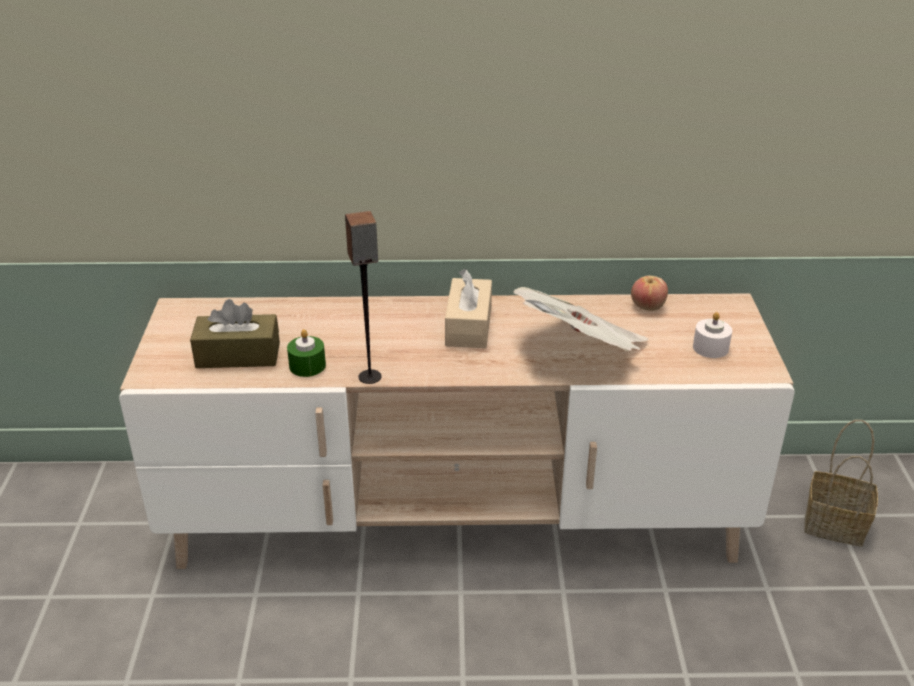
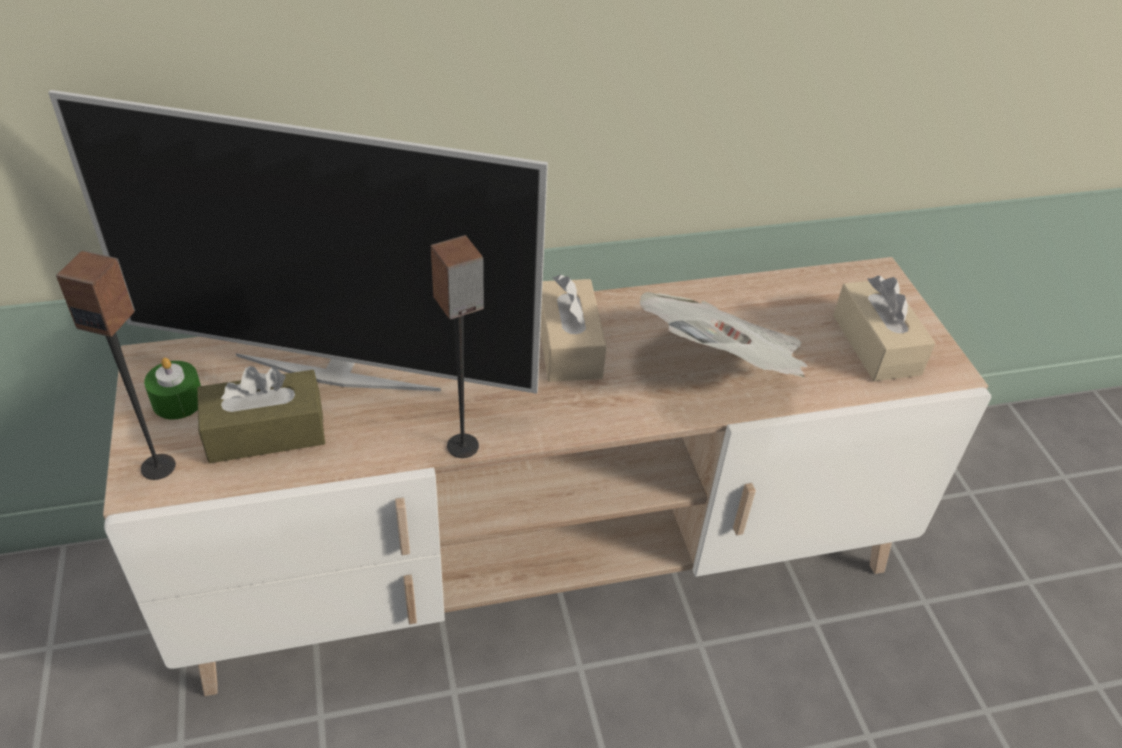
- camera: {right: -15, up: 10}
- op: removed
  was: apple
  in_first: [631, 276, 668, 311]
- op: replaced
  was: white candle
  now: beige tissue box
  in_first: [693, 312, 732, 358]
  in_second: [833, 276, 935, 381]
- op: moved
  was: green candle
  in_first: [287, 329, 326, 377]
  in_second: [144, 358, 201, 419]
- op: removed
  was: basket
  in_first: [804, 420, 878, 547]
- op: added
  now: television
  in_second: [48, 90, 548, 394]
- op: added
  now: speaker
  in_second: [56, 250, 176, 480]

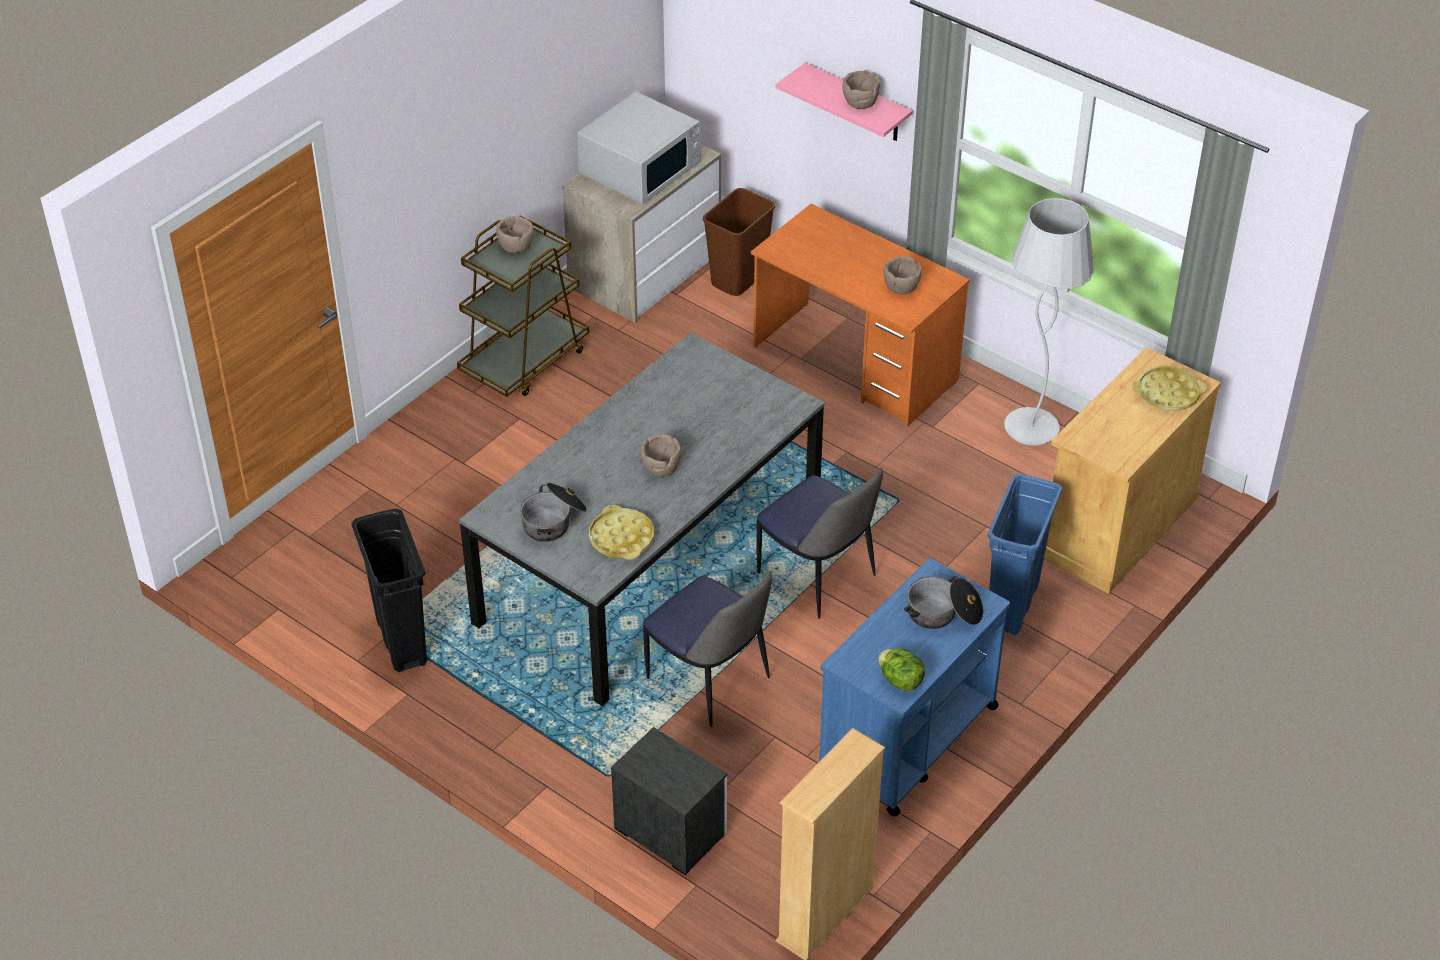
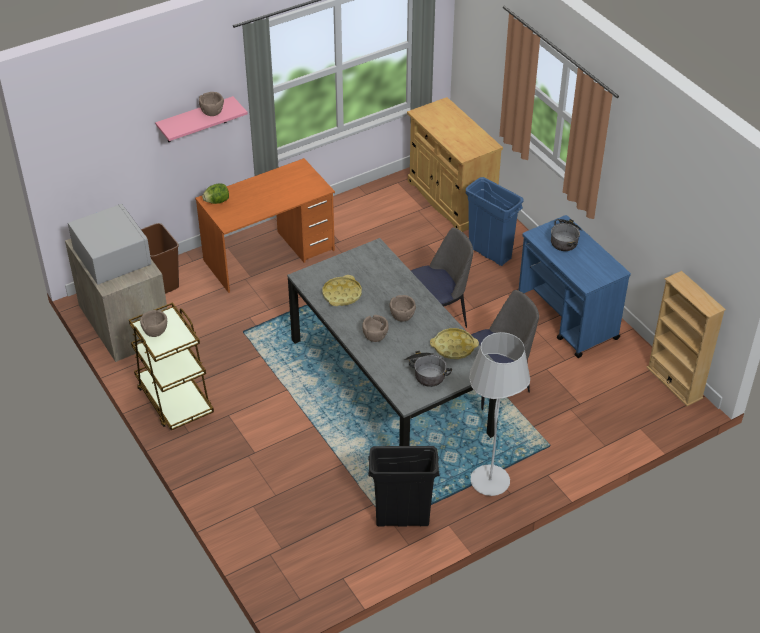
- camera: {right: -70, up: 0}
- op: moved
  was: white floor lamp
  in_first: [1004, 198, 1094, 446]
  in_second: [469, 332, 530, 496]
- op: moved
  was: brown bowl
  in_first: [883, 256, 922, 294]
  in_second: [362, 315, 389, 342]
- op: moved
  was: yellow tray
  in_first: [1133, 366, 1207, 411]
  in_second: [322, 275, 362, 306]
- op: moved
  was: lettuce
  in_first: [878, 648, 925, 692]
  in_second: [202, 183, 229, 204]
- op: removed
  was: nightstand
  in_first: [611, 727, 727, 875]

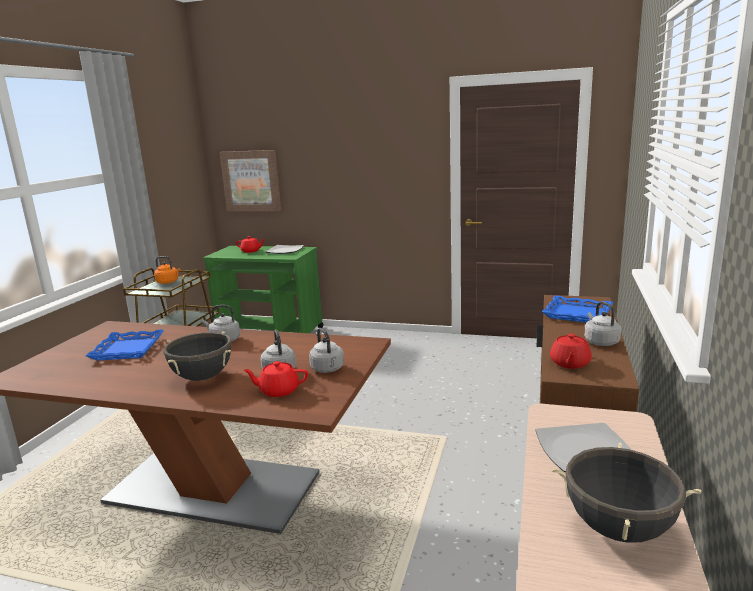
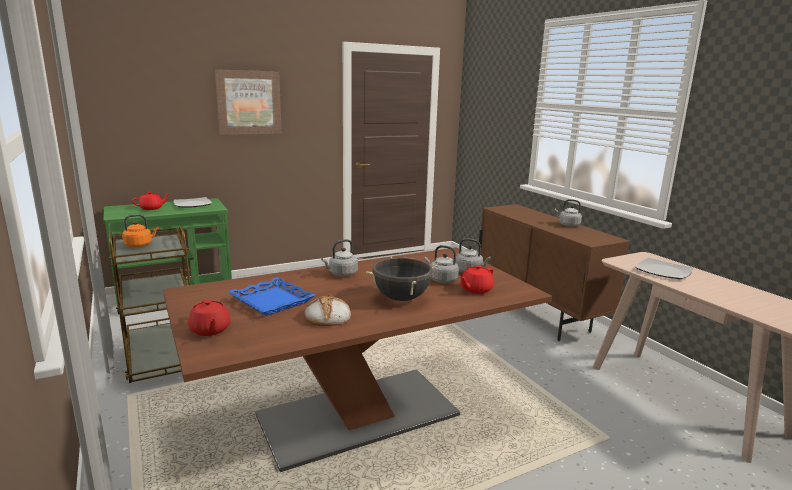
- camera: {right: -45, up: 0}
- op: moved
  was: picture
  in_first: [219, 150, 281, 211]
  in_second: [215, 69, 282, 135]
- op: removed
  was: blue tray
  in_first: [542, 295, 613, 323]
- op: moved
  was: red teapot
  in_first: [550, 334, 592, 369]
  in_second: [188, 300, 231, 336]
- op: removed
  was: black cooking pot
  in_first: [552, 443, 701, 543]
- op: added
  now: bread
  in_second: [304, 295, 351, 326]

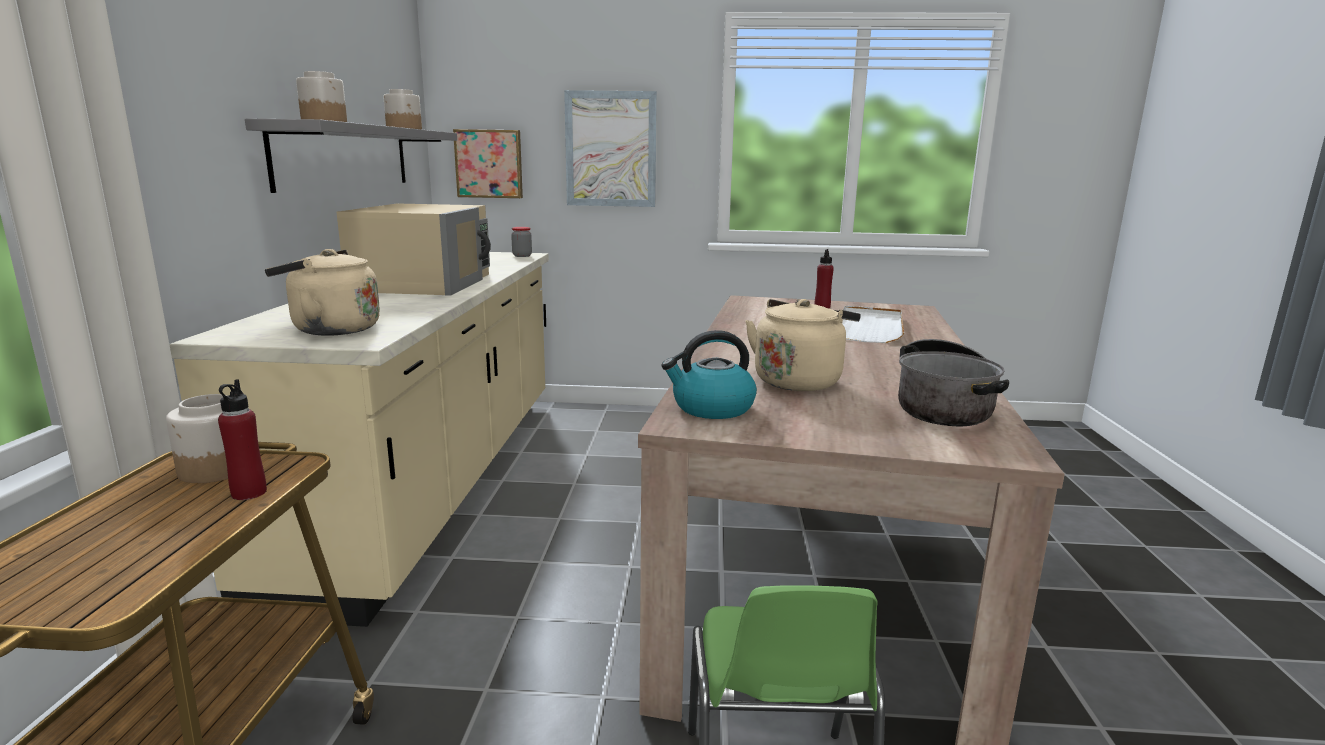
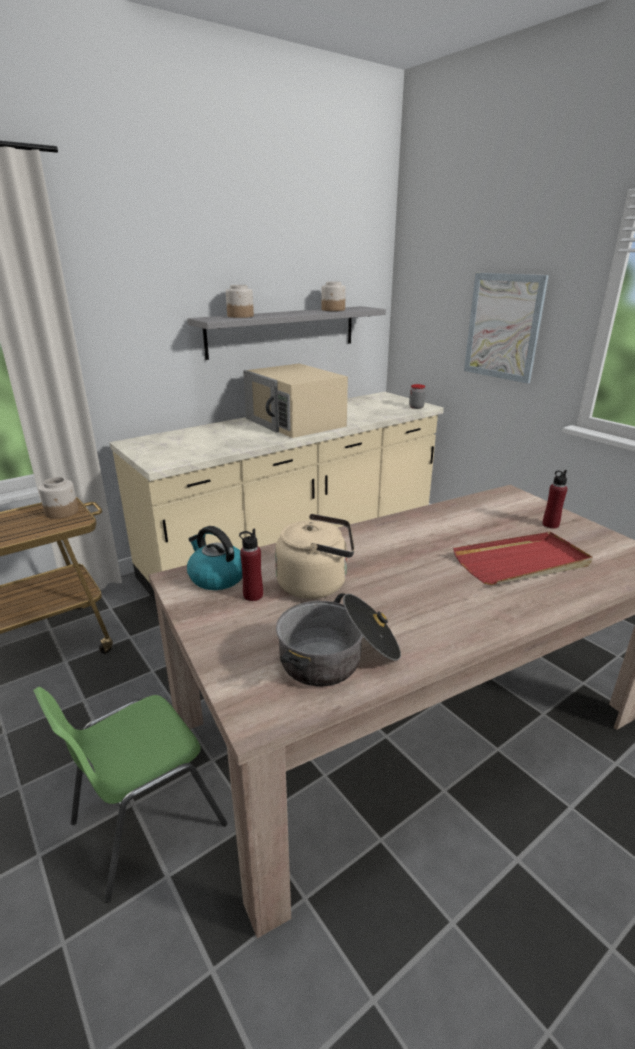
- camera: {right: 50, up: 10}
- op: removed
  was: picture
  in_first: [453, 129, 523, 198]
- op: turned
  was: beige microwave
  in_first: [336, 203, 491, 296]
  in_second: [243, 363, 348, 438]
  clockwise: 90
- op: removed
  was: beige kettle
  in_first: [265, 249, 380, 336]
- op: recoloured
  was: white tray
  now: red tray
  in_first: [842, 306, 904, 343]
  in_second: [453, 532, 593, 585]
- op: moved
  was: red bottle
  in_first: [218, 380, 267, 500]
  in_second: [239, 529, 263, 601]

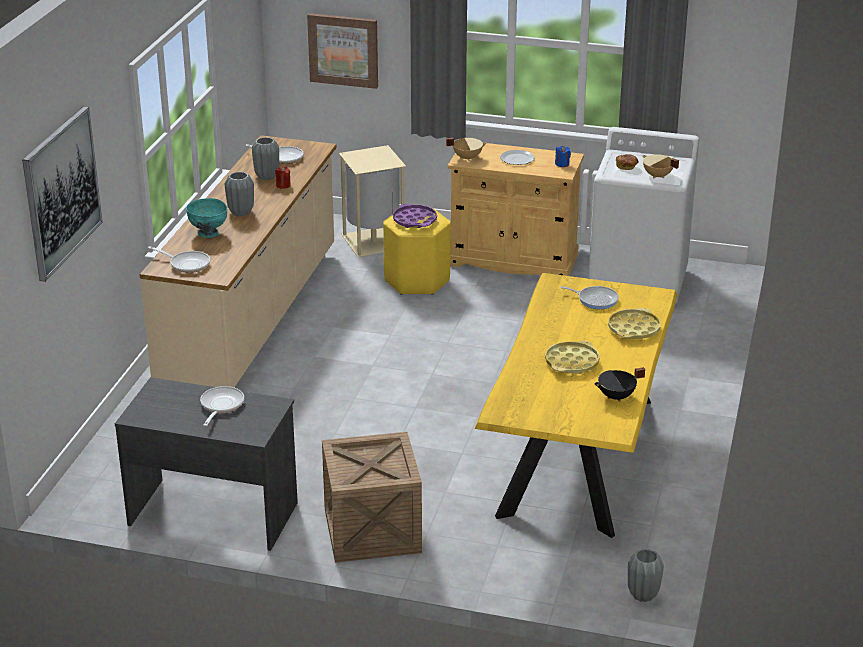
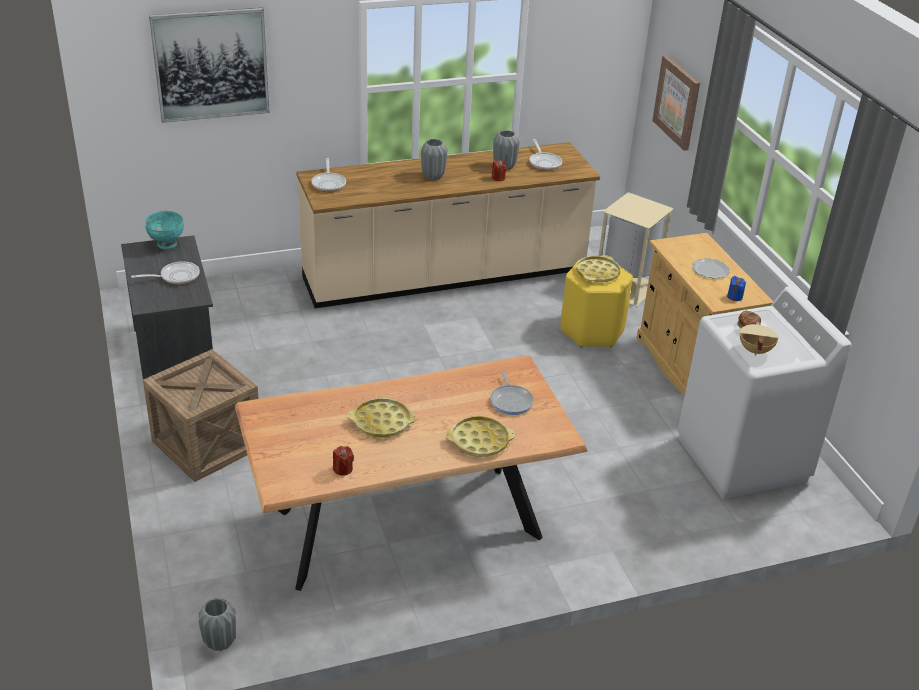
- camera: {right: 55, up: 5}
- op: removed
  was: beige cooking pot
  in_first: [446, 138, 487, 161]
- op: moved
  was: turquoise bowl
  in_first: [186, 198, 227, 238]
  in_second: [145, 211, 184, 249]
- op: recoloured
  was: purple tray
  now: yellow tray
  in_first: [393, 204, 437, 228]
  in_second: [576, 255, 621, 282]
- op: recoloured
  was: yellow dining table
  now: brown dining table
  in_first: [475, 273, 678, 538]
  in_second: [235, 355, 588, 591]
- op: replaced
  was: black cooking pot
  now: red candle
  in_first: [594, 367, 645, 402]
  in_second: [333, 446, 354, 476]

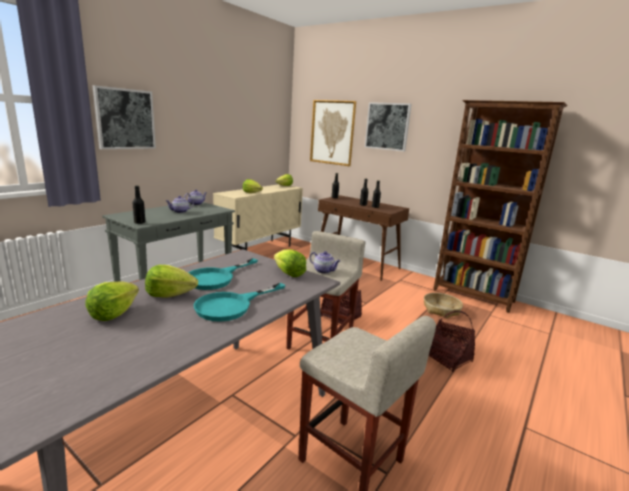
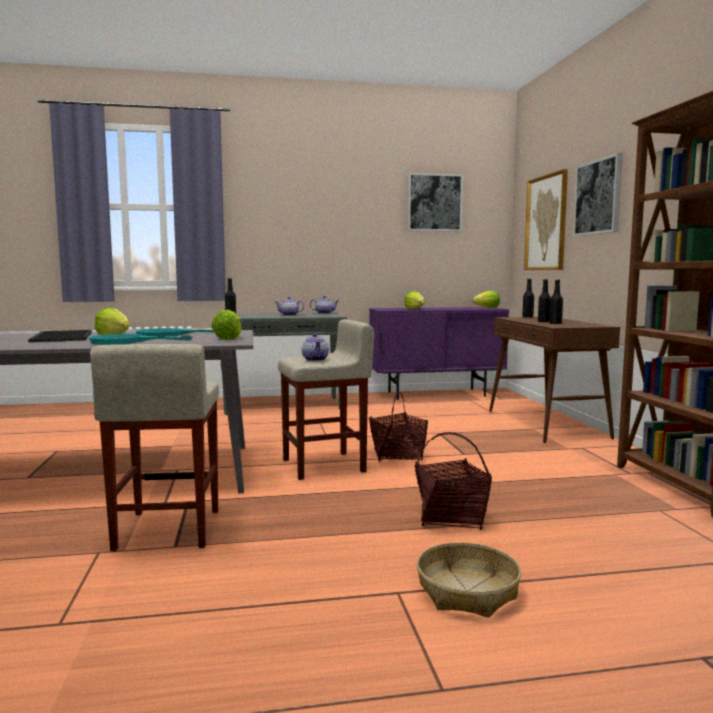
- camera: {right: 45, up: -10}
- op: moved
  was: picture
  in_first: [92, 85, 156, 149]
  in_second: [407, 173, 463, 231]
- op: recoloured
  was: beige cabinet
  now: purple cabinet
  in_first: [213, 184, 303, 250]
  in_second: [369, 307, 509, 400]
- op: replaced
  was: lettuce
  now: tray
  in_first: [85, 281, 139, 321]
  in_second: [28, 330, 92, 342]
- op: moved
  was: basket
  in_first: [424, 293, 463, 318]
  in_second: [417, 542, 521, 618]

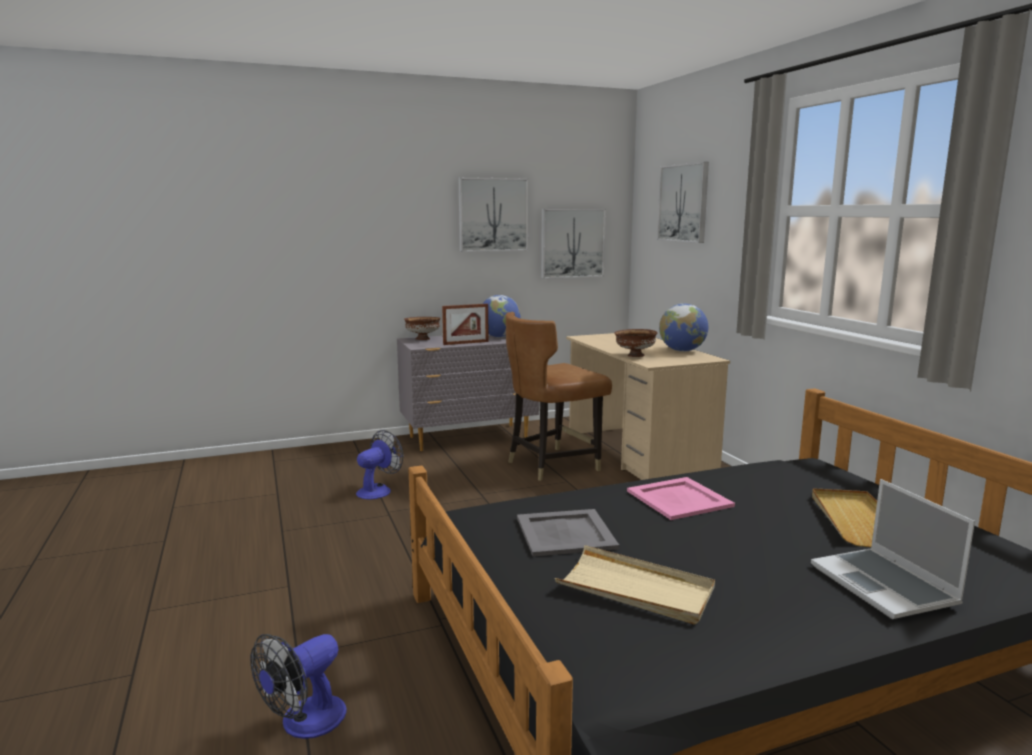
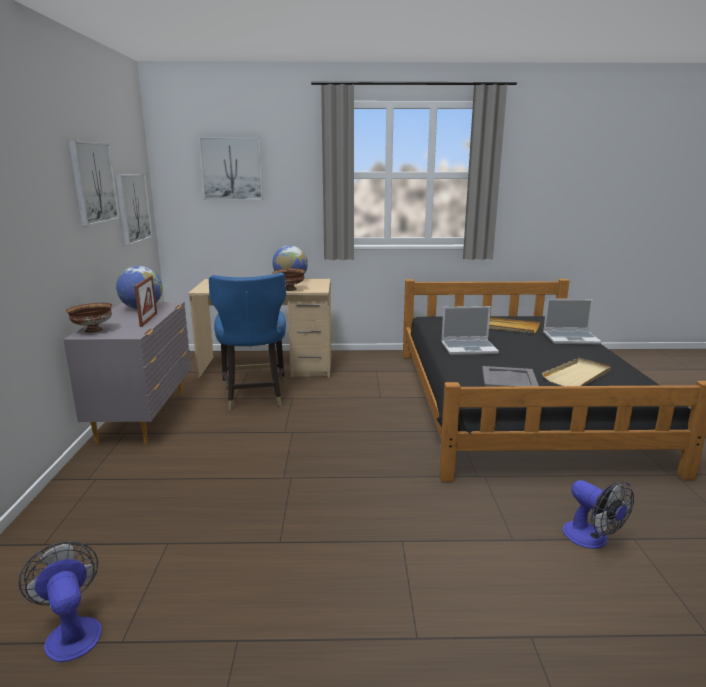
- camera: {right: -70, up: 5}
- op: recoloured
  was: brown chair
  now: blue chair
  in_first: [505, 312, 612, 481]
  in_second: [209, 272, 286, 411]
- op: moved
  was: fan
  in_first: [356, 430, 403, 500]
  in_second: [19, 541, 102, 662]
- op: replaced
  was: pink tray
  now: laptop
  in_first: [627, 477, 735, 520]
  in_second: [441, 306, 499, 355]

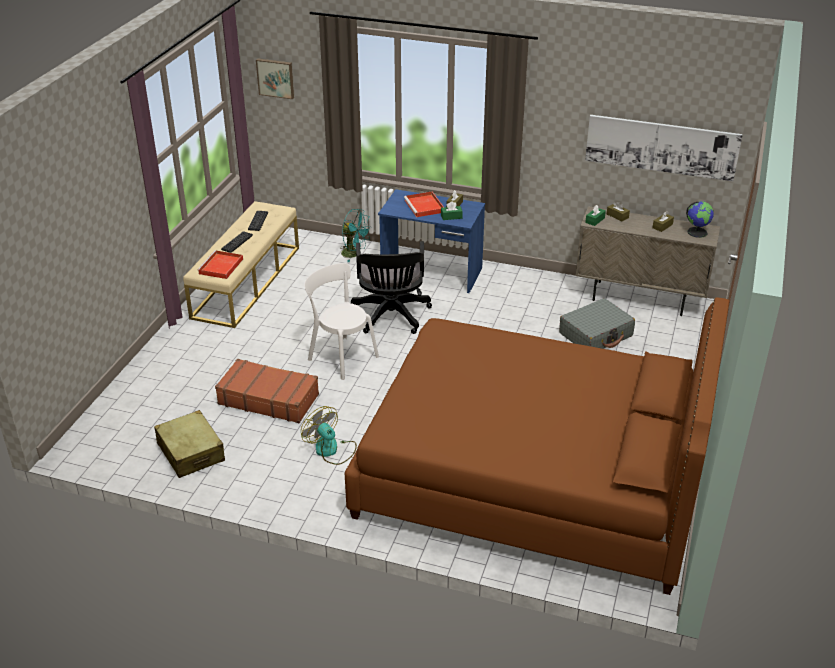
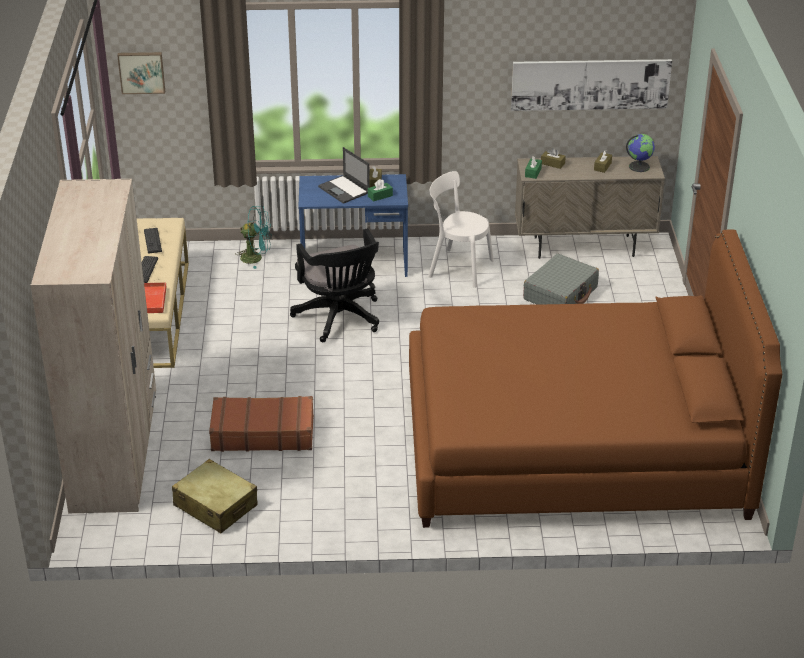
- camera: {right: -20, up: 0}
- op: replaced
  was: red tray
  now: laptop
  in_first: [404, 192, 444, 217]
  in_second: [318, 147, 370, 204]
- op: moved
  was: white chair
  in_first: [304, 263, 379, 380]
  in_second: [428, 171, 494, 288]
- op: removed
  was: fan
  in_first: [301, 406, 357, 465]
- op: added
  now: beige wardrobe
  in_second: [31, 179, 156, 513]

